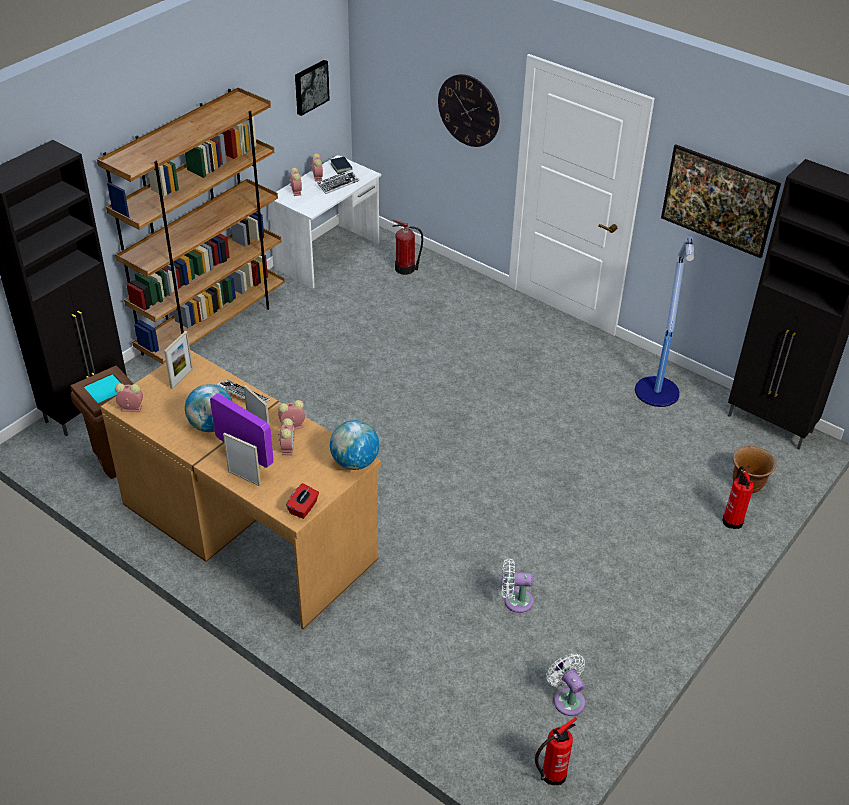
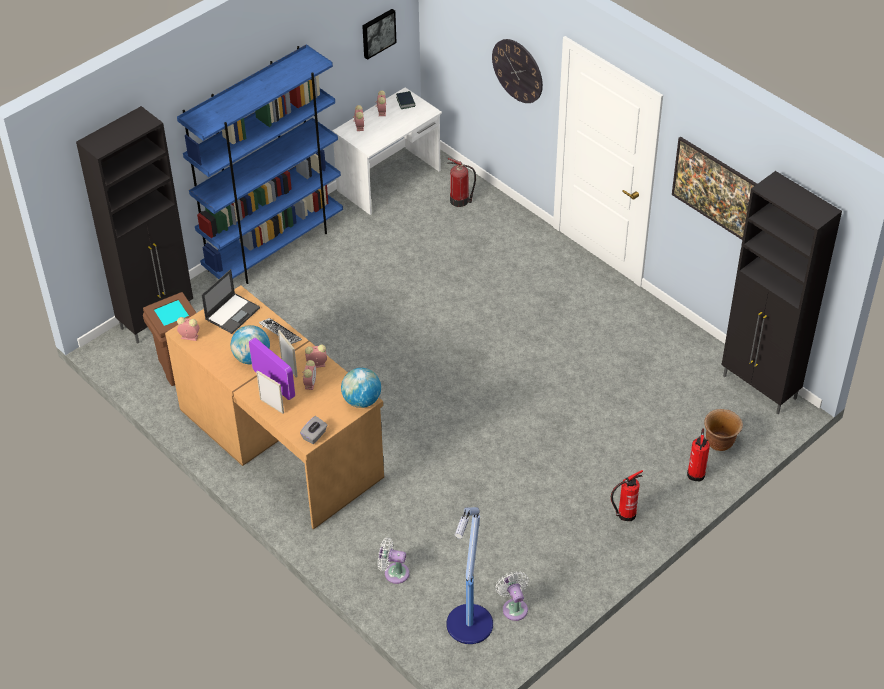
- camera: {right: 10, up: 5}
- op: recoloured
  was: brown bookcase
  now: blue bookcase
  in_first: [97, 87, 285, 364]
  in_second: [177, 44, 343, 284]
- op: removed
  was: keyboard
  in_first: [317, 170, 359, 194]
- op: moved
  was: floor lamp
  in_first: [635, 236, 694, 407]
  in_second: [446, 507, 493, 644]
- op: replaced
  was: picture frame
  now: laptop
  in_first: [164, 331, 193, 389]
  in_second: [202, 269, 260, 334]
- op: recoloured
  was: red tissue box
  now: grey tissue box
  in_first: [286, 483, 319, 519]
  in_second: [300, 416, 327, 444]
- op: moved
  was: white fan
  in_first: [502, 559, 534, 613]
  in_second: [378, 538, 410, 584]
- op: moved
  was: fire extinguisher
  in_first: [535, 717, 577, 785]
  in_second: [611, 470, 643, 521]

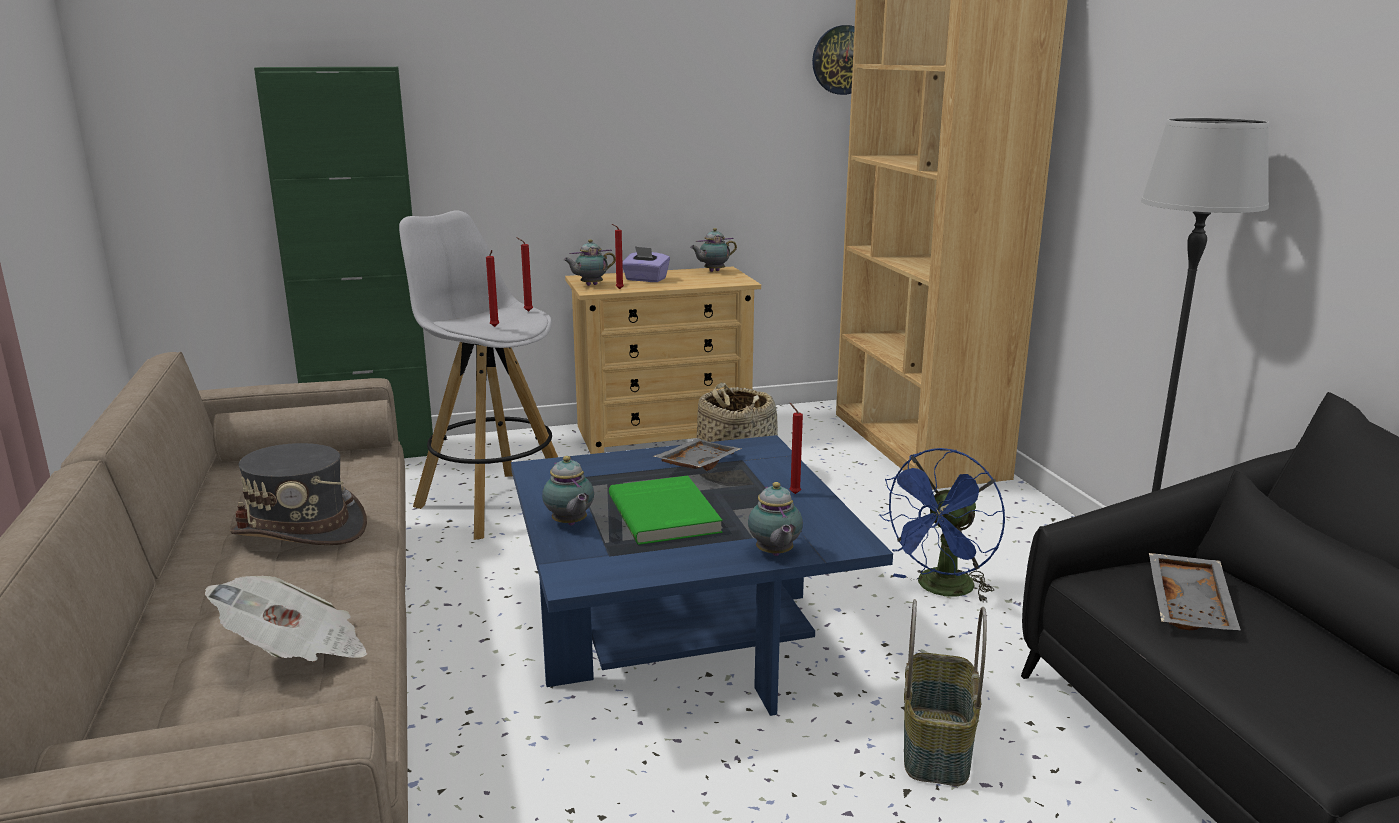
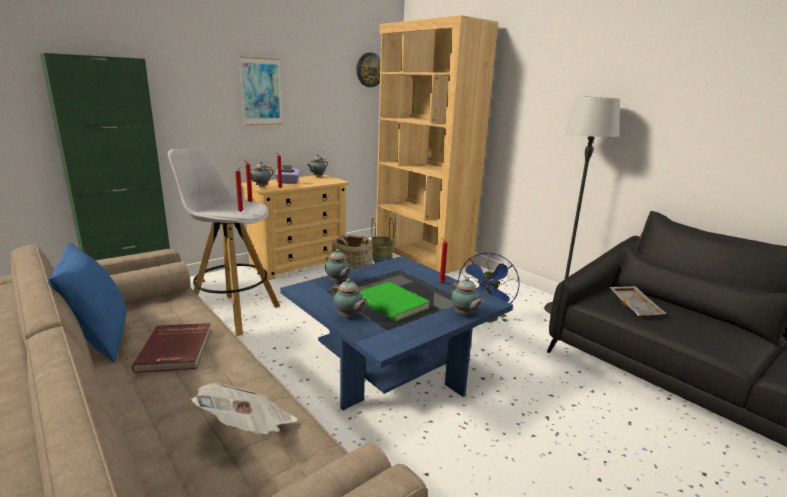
- camera: {right: -25, up: 0}
- op: removed
  was: grey tray
  in_first: [653, 438, 741, 471]
- op: replaced
  was: grey hat
  now: red book
  in_first: [230, 443, 367, 545]
  in_second: [132, 323, 211, 373]
- op: moved
  was: basket
  in_first: [904, 599, 987, 786]
  in_second: [371, 217, 394, 263]
- op: added
  now: picture
  in_second: [239, 56, 282, 125]
- op: added
  now: blue pillow
  in_second: [48, 243, 126, 362]
- op: added
  now: teapot
  in_second: [325, 249, 352, 283]

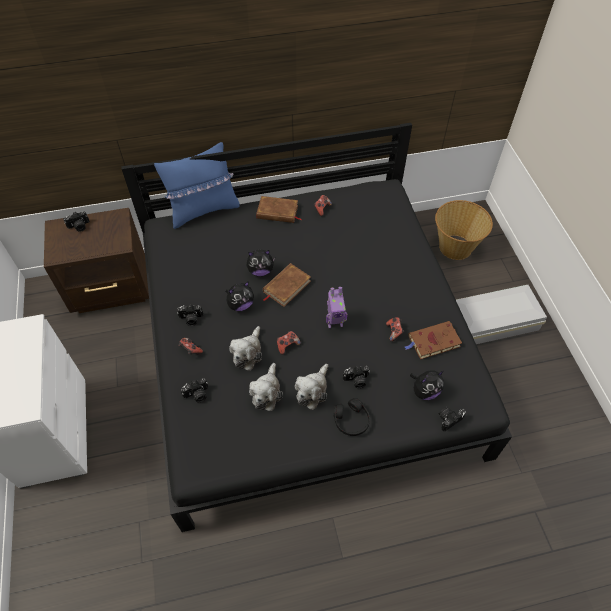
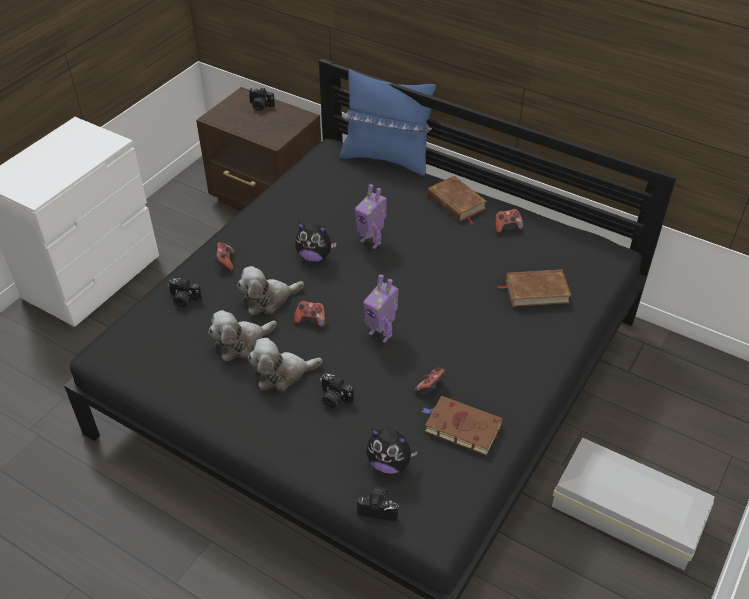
- camera: {right: 45, up: -10}
- op: removed
  was: basket
  in_first: [435, 200, 493, 260]
- op: replaced
  was: plush toy
  now: toy robot
  in_first: [246, 250, 275, 276]
  in_second: [355, 184, 387, 249]
- op: moved
  was: brown book
  in_first: [263, 263, 311, 307]
  in_second: [497, 270, 571, 307]
- op: removed
  was: photo camera
  in_first: [177, 304, 203, 326]
- op: removed
  was: black headphones
  in_first: [334, 398, 370, 436]

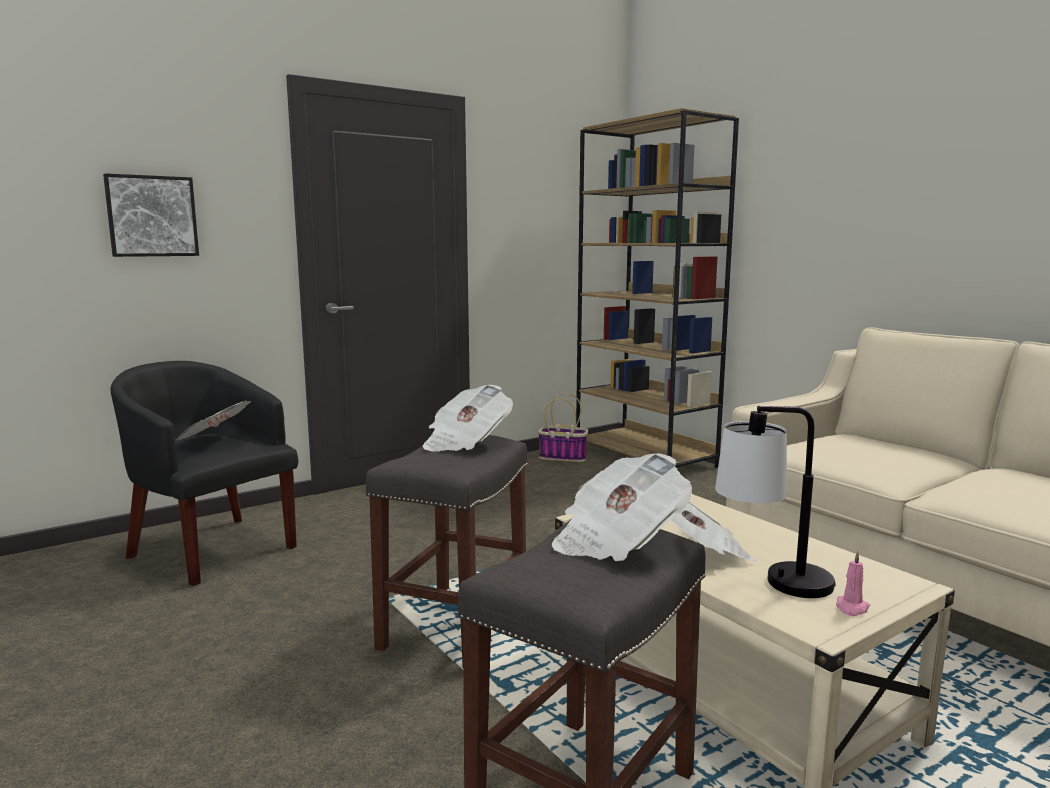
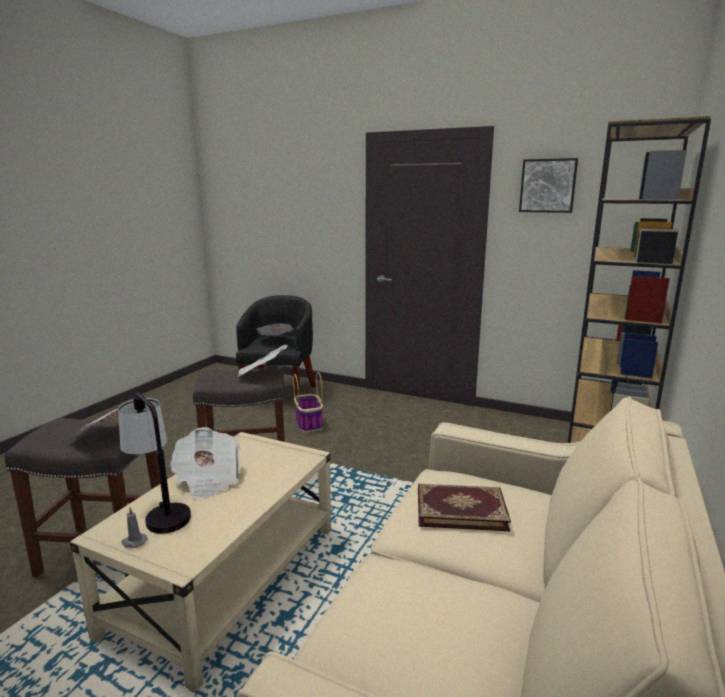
- camera: {right: 60, up: 5}
- op: moved
  was: picture
  in_first: [103, 173, 199, 257]
  in_second: [519, 158, 578, 213]
- op: moved
  was: basket
  in_first: [538, 393, 588, 462]
  in_second: [293, 372, 323, 432]
- op: recoloured
  was: pink candle
  now: grey candle
  in_first: [836, 551, 870, 616]
  in_second: [122, 507, 148, 548]
- op: added
  now: book
  in_second: [418, 484, 511, 531]

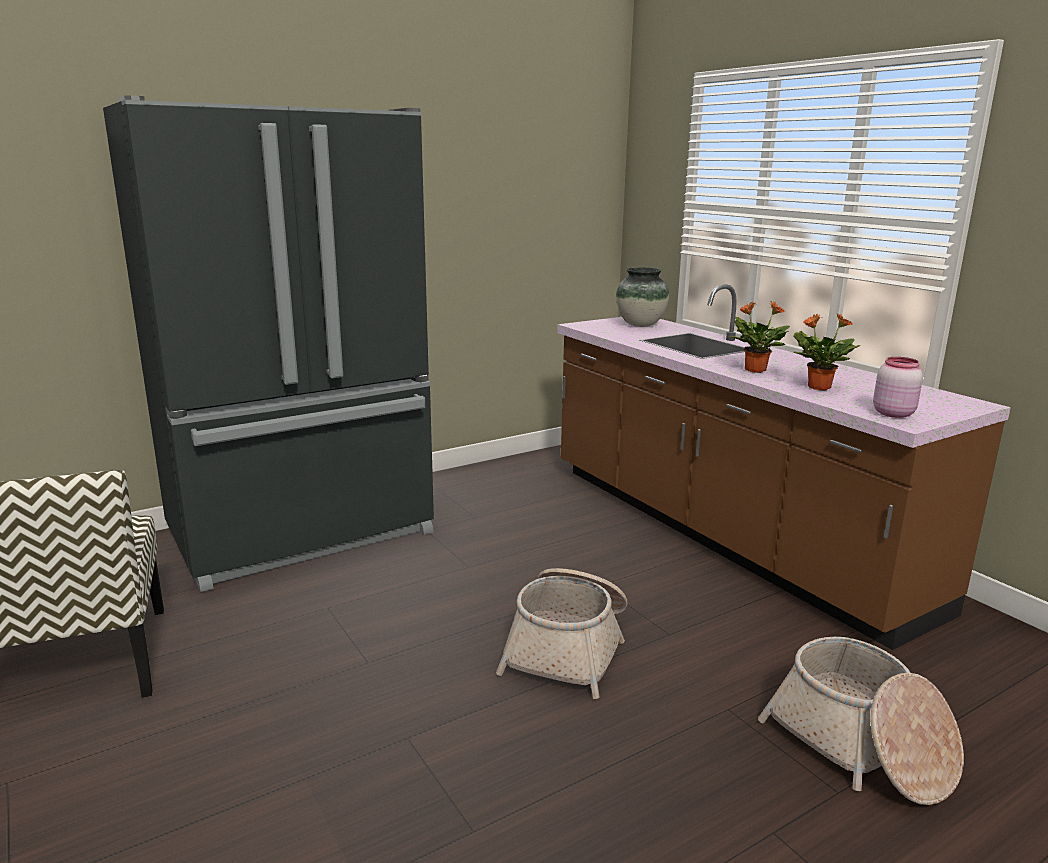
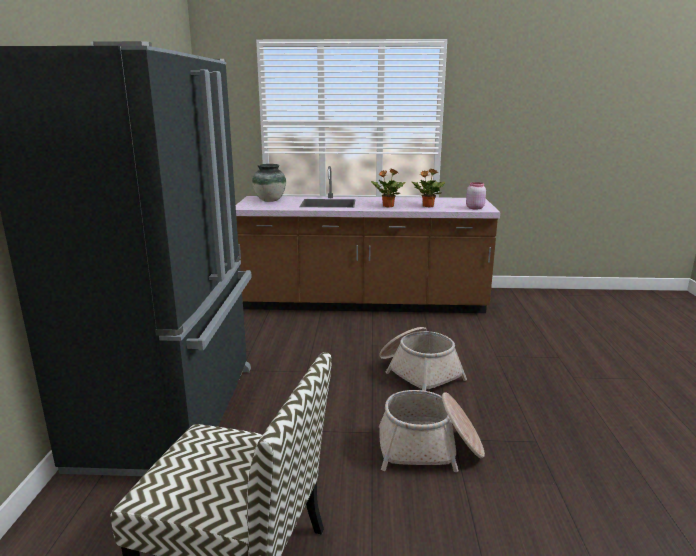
- camera: {right: -55, up: 0}
- op: moved
  was: basket
  in_first: [758, 637, 964, 805]
  in_second: [379, 390, 485, 472]

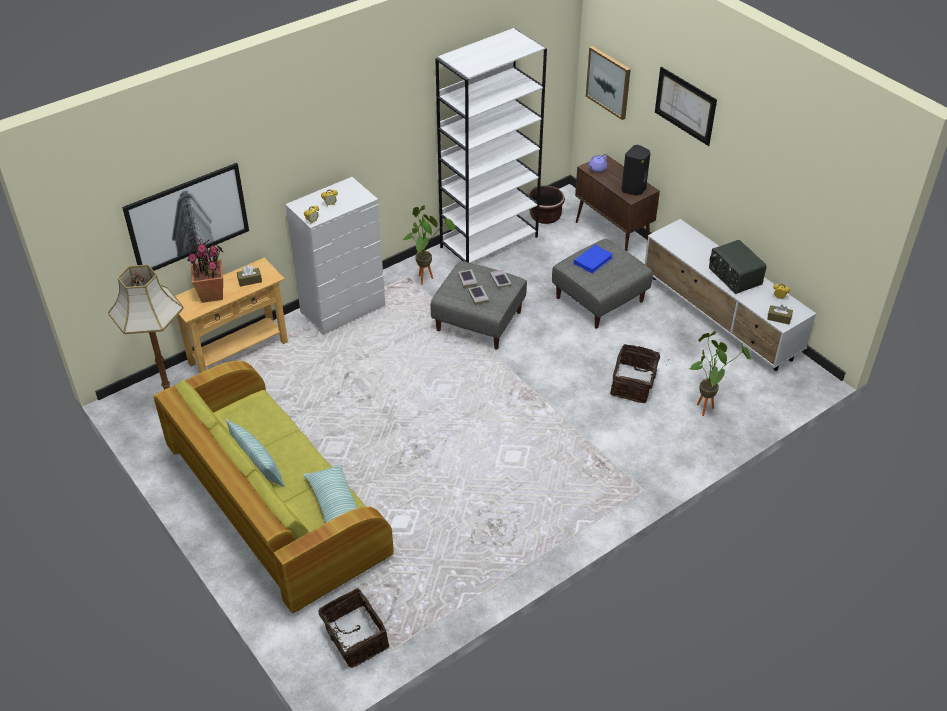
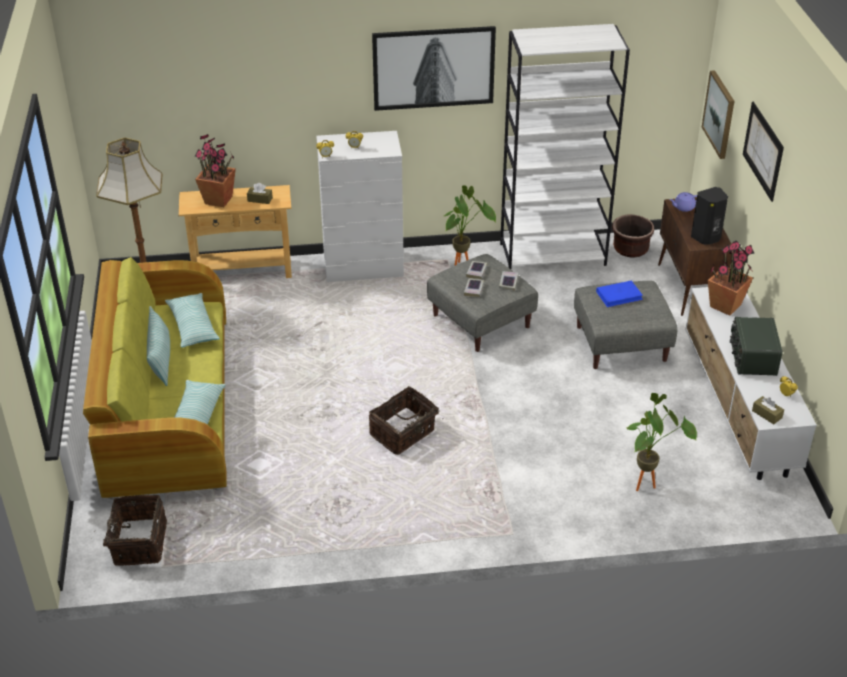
- camera: {right: 30, up: -5}
- op: moved
  was: picture
  in_first: [122, 163, 249, 271]
  in_second: [372, 26, 496, 111]
- op: moved
  was: basket
  in_first: [610, 344, 669, 403]
  in_second: [369, 386, 439, 455]
- op: added
  now: potted plant
  in_second: [708, 241, 754, 316]
- op: added
  now: pillow
  in_second: [165, 293, 220, 348]

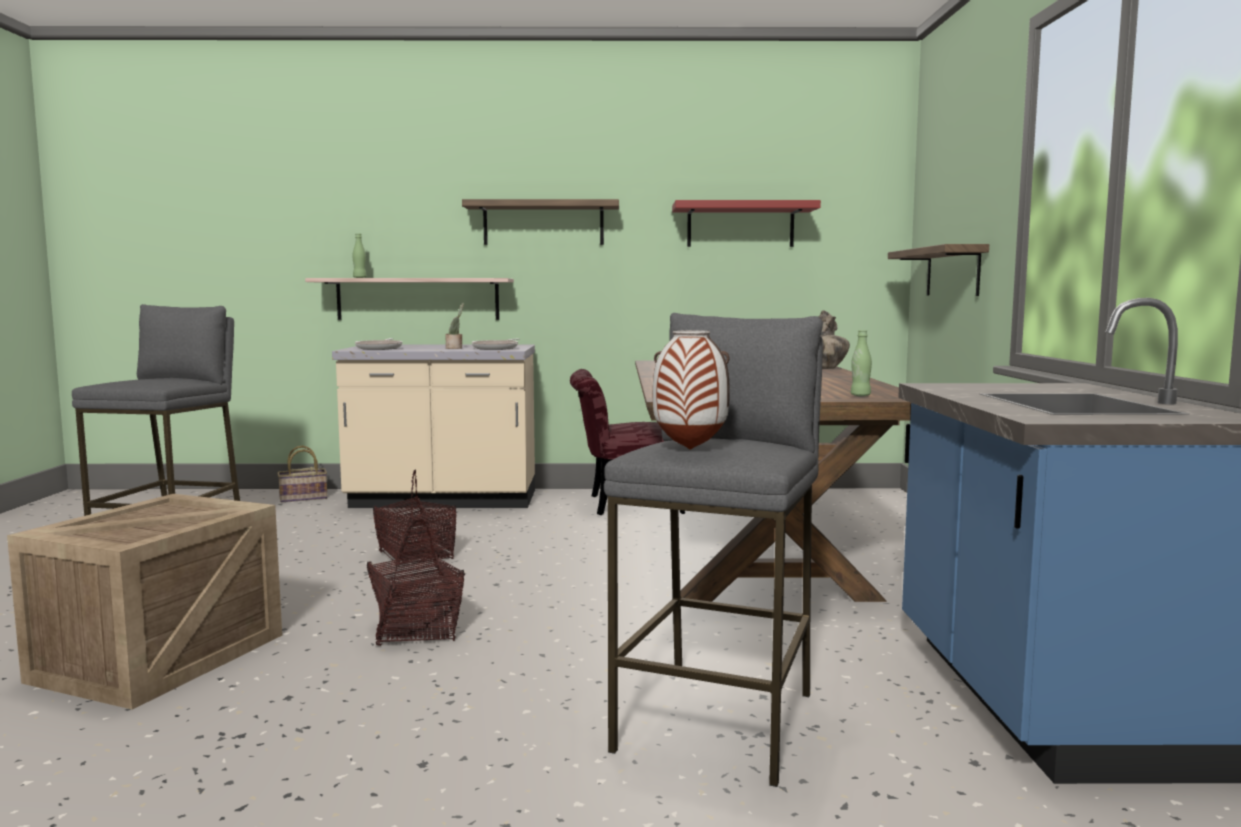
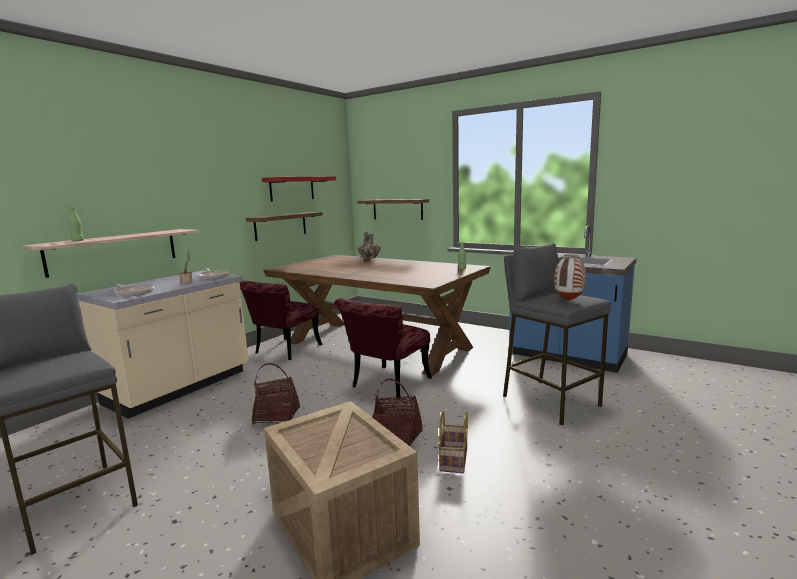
- camera: {right: -55, up: 5}
- op: moved
  was: shelf
  in_first: [462, 199, 619, 245]
  in_second: [246, 212, 323, 241]
- op: moved
  was: basket
  in_first: [277, 446, 327, 502]
  in_second: [438, 410, 468, 473]
- op: added
  now: red chair
  in_second: [334, 298, 432, 399]

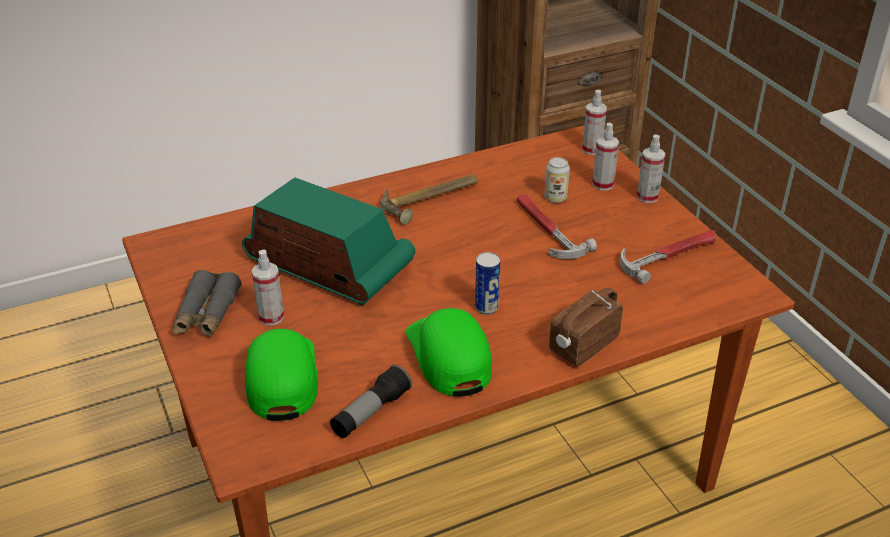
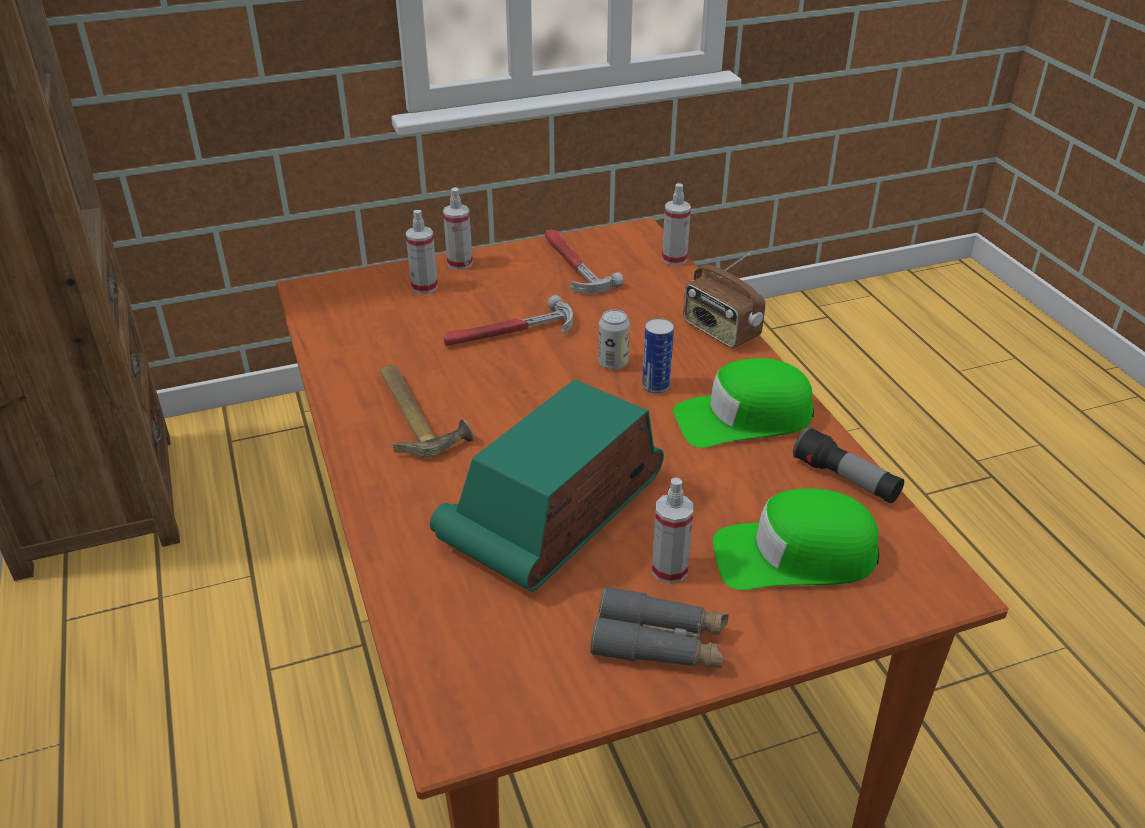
- camera: {right: -85, up: 0}
- op: moved
  was: spray bottle
  in_first: [582, 90, 607, 155]
  in_second: [662, 183, 691, 266]
- op: moved
  was: can
  in_first: [545, 157, 570, 203]
  in_second: [598, 309, 630, 370]

